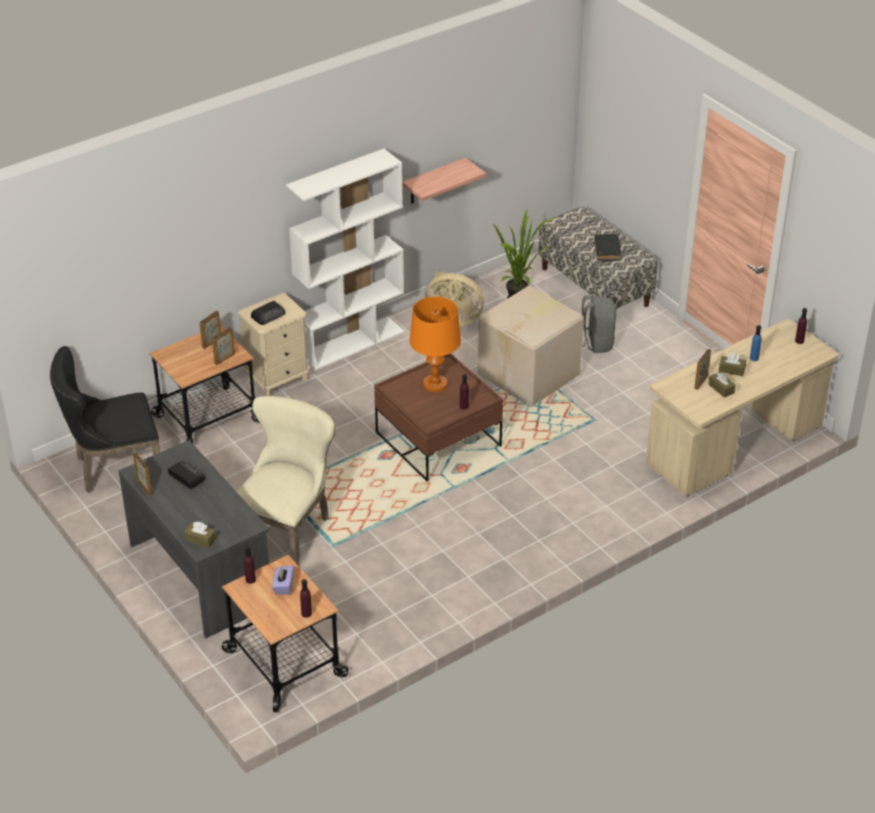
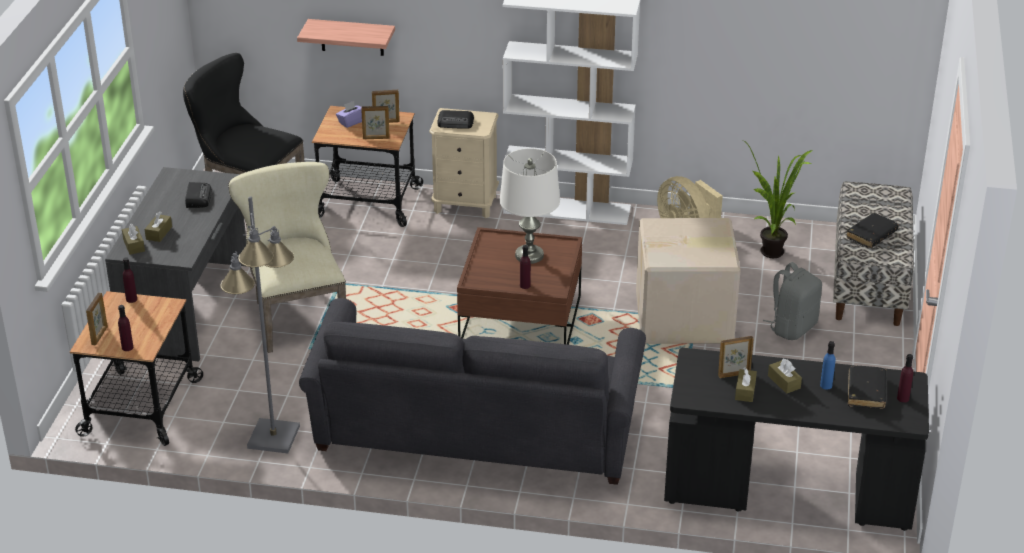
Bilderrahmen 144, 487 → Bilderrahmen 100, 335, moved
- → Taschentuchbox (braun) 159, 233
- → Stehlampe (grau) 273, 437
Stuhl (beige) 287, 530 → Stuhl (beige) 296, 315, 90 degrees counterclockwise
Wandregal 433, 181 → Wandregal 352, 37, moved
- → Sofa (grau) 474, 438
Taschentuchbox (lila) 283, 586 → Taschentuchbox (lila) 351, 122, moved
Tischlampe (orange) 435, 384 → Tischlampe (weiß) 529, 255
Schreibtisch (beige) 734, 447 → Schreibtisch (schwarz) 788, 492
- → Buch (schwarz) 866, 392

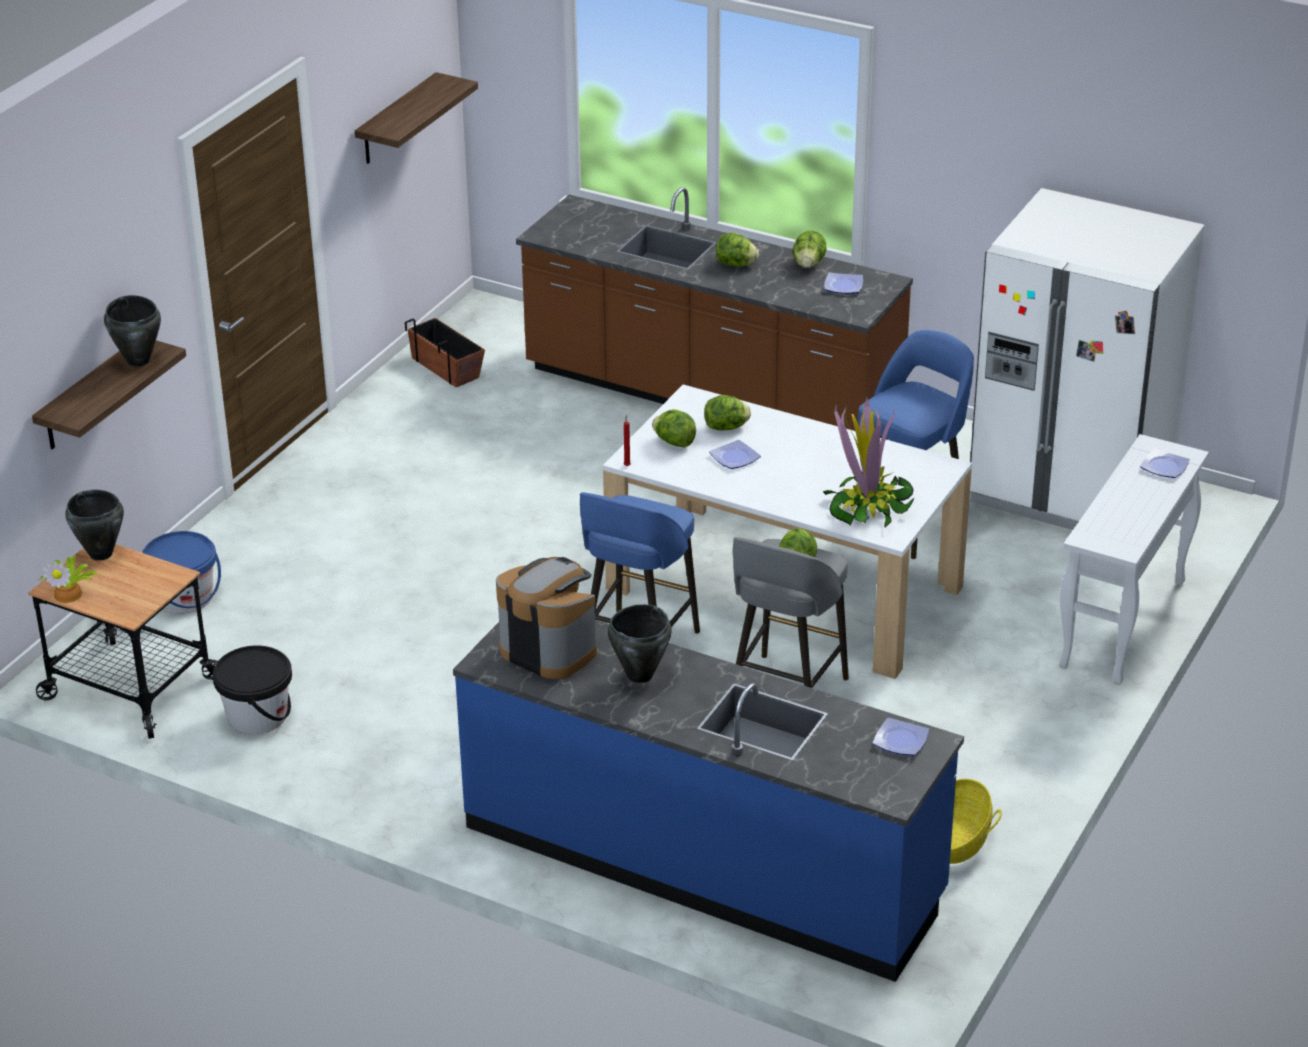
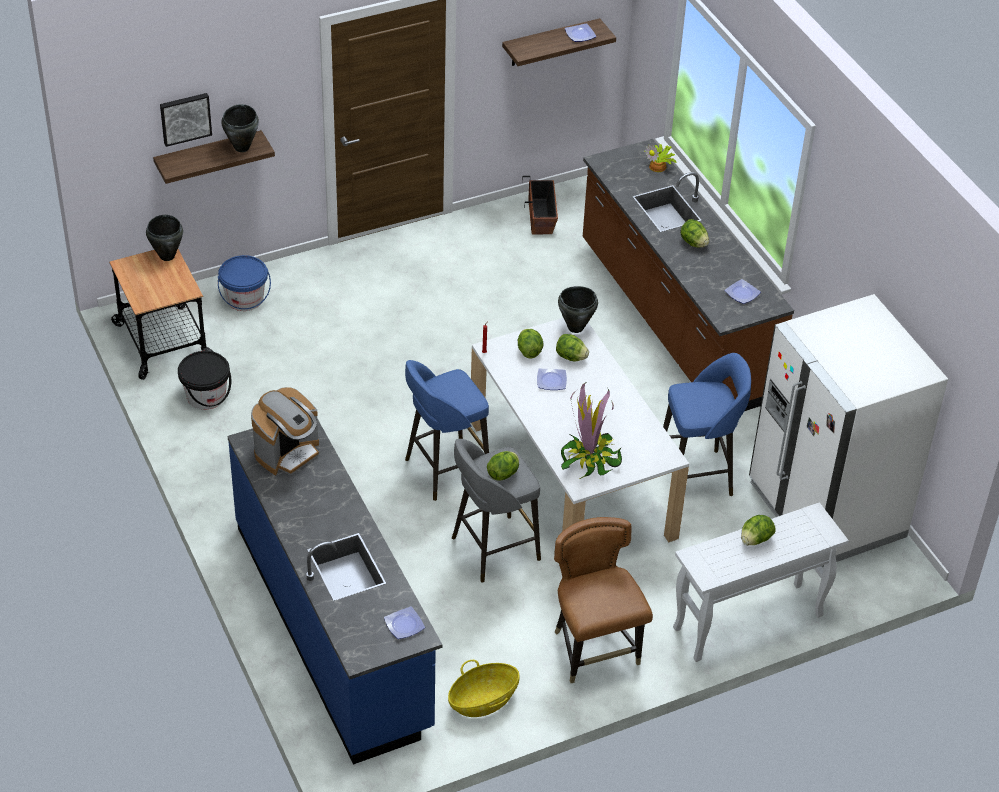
- → Bild 185, 118
Kaffeemaschine 548, 650 → Kaffeemaschine 288, 453, 60 degrees clockwise
- → Stuhl (braun) 594, 650
Kochtopf (schwarz) 639, 675 → Kochtopf (schwarz) 575, 327, moved
Teller 1164, 466 → Teller 580, 34, moved
Topfpflanze 70, 593 → Topfpflanze 659, 166, moved
Salatkopf 809, 264 → Salatkopf 755, 540, moved

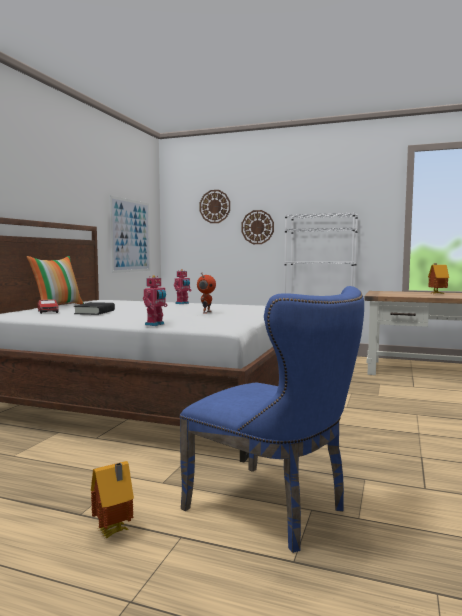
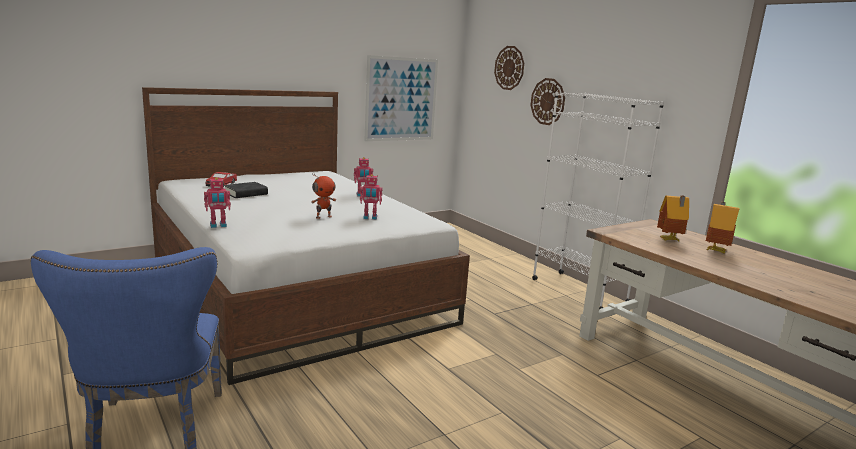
- → Spielzeugroboter 370, 218
Spielzeughaus 114, 532 → Spielzeughaus 669, 240, moved
Kissen 58, 306 → -

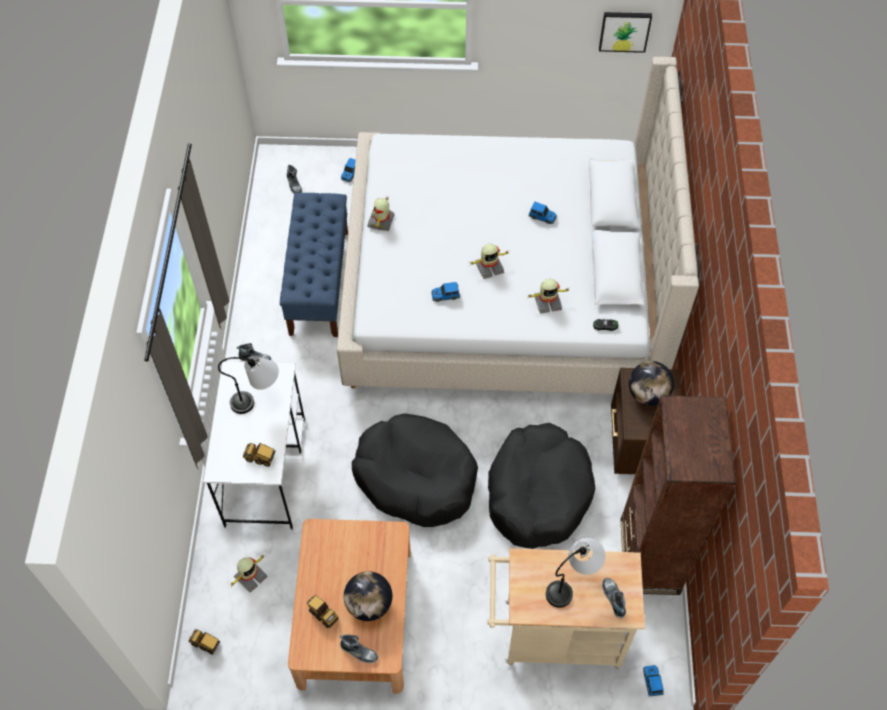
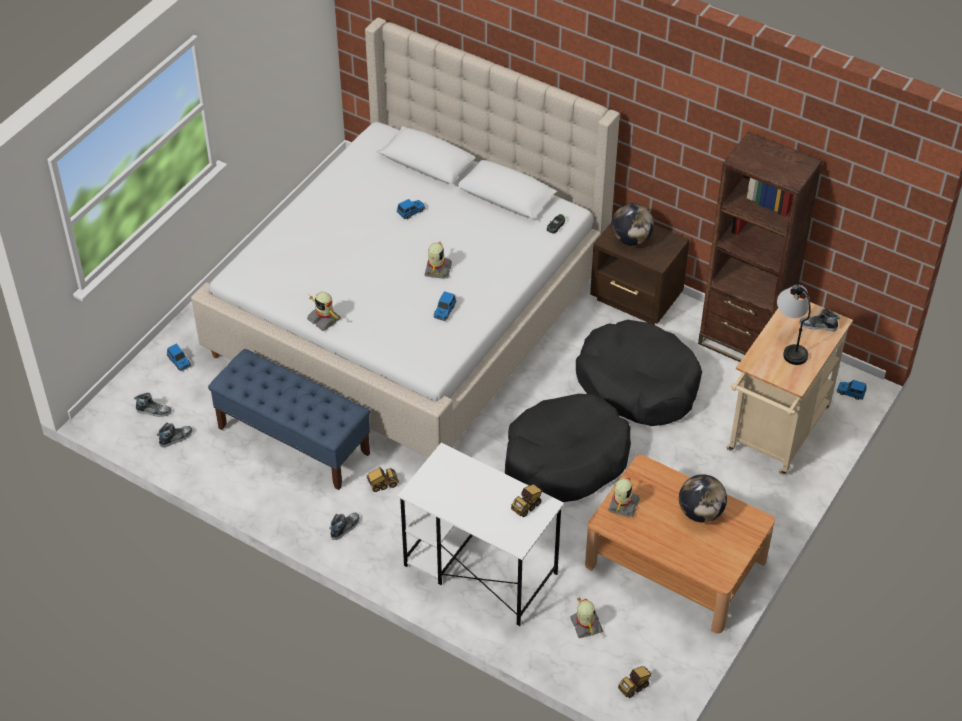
Schuh 359, 651 → Schuh 176, 438, moved
Spielzeuglaster 323, 614 → Spielzeuglaster 382, 485, moved
Spielzeugroboter 547, 302 → Spielzeugroboter 622, 505, moved
Tischlampe 258, 400 → -
Bild 624, 30 → -

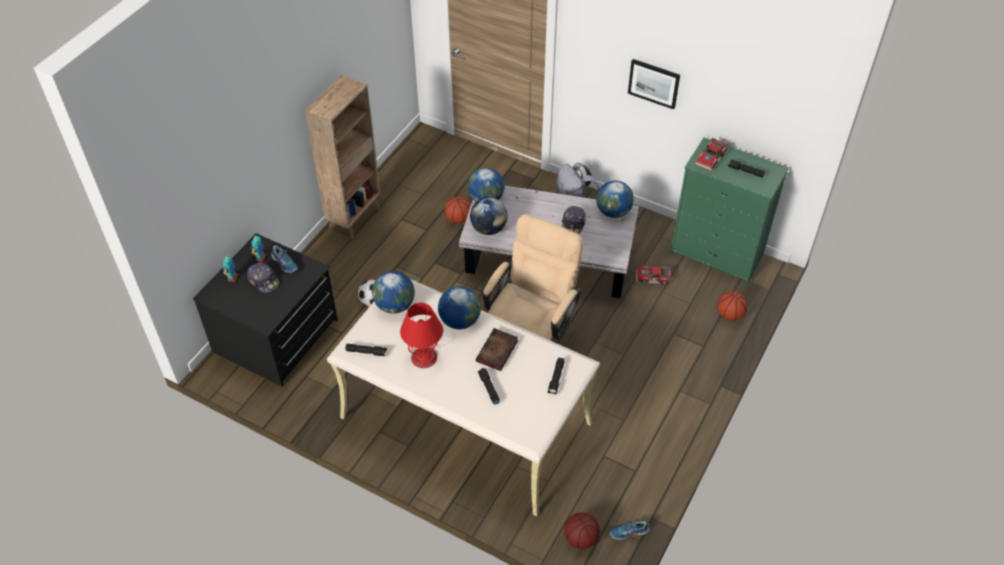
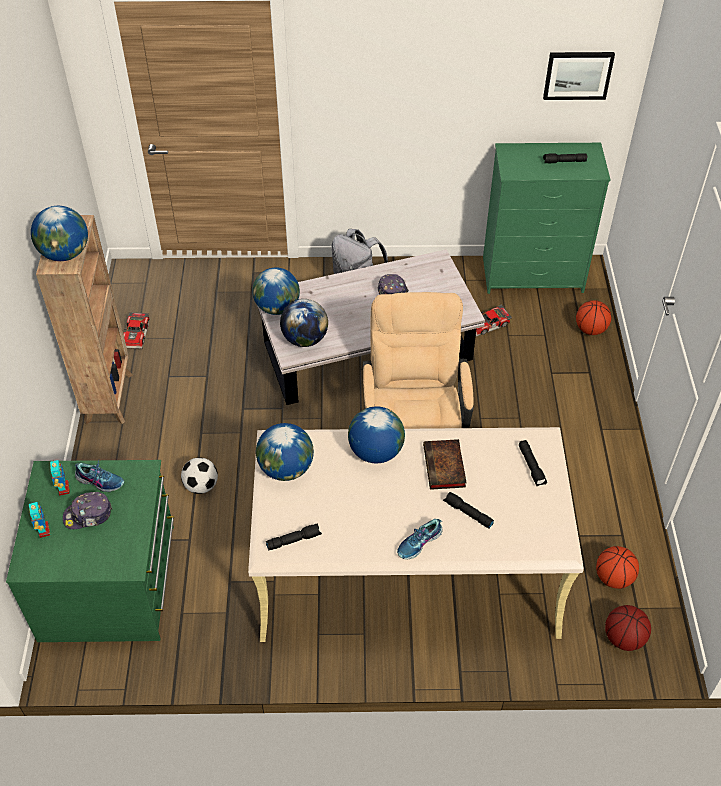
Kommode (schwarz) 277, 336 → Kommode (grün) 110, 582
Globus 613, 212 → Globus 65, 254, moved
Kappe 263, 281 → Kappe 88, 515, 150 degrees clockwise
Spielzeugauto 712, 158 → Spielzeugauto 137, 334, moved
Schuh 629, 532 → Schuh 419, 543, moved
Bild 654, 83 → Bild 578, 75, moved
Basketball 458, 219 → Basketball 613, 578, moved
Tischlampe (rot) 424, 357 → -

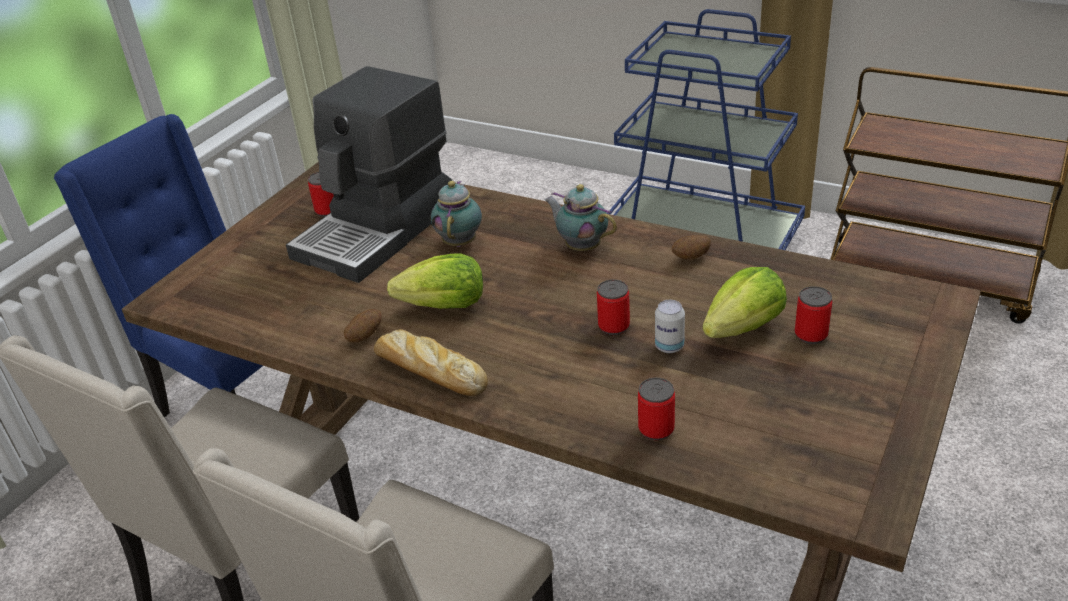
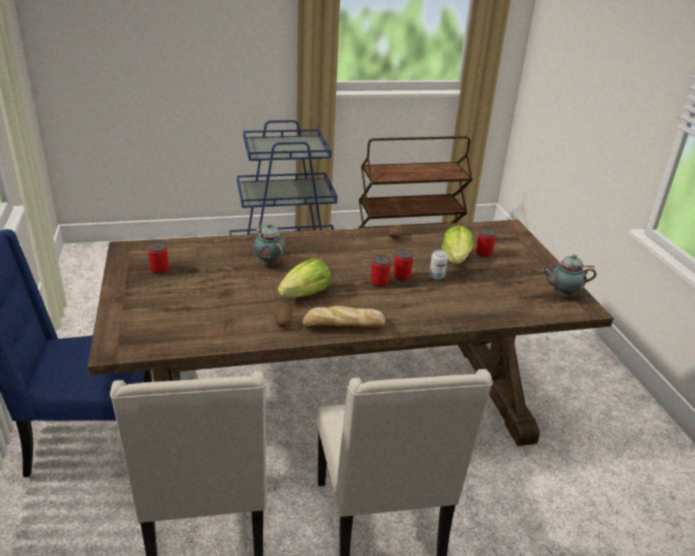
Dose 656, 429 → Dose 379, 283, moved
Teekanne 581, 247 → Teekanne 562, 295, moved
Kaffeemaschine 378, 231 → -

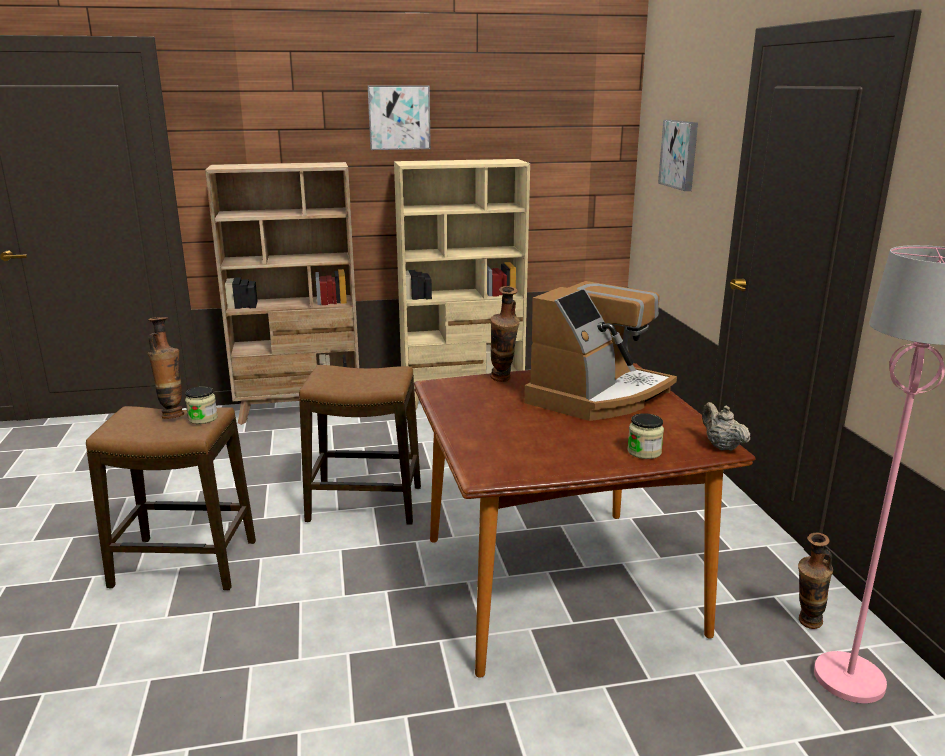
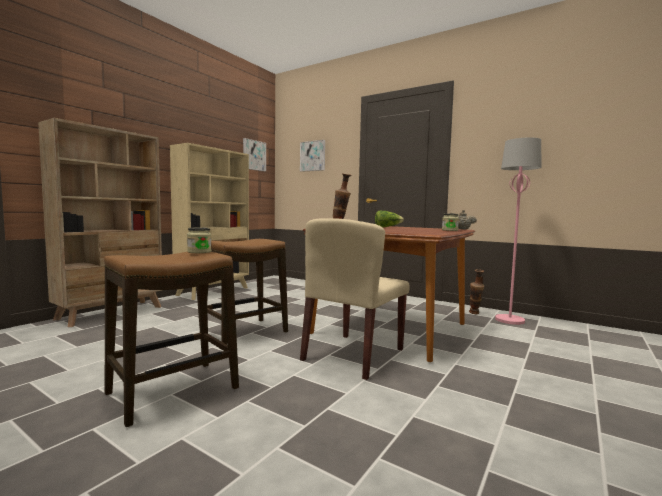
Bild 399, 117 → Bild 253, 155, moved
- → Stuhl (beige) 353, 355
Kaffeemaschine 598, 396 → Salatkopf 387, 227
Vase 172, 414 → -

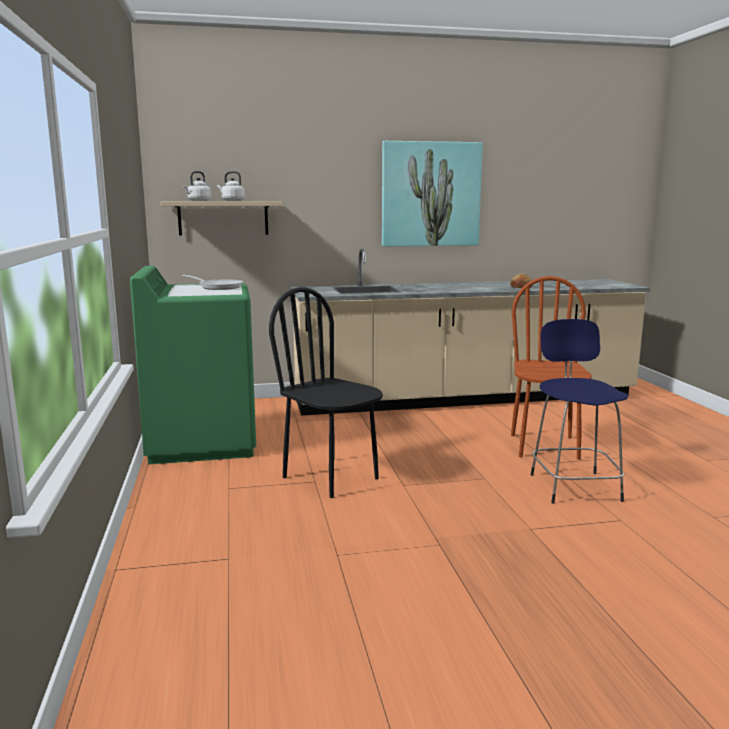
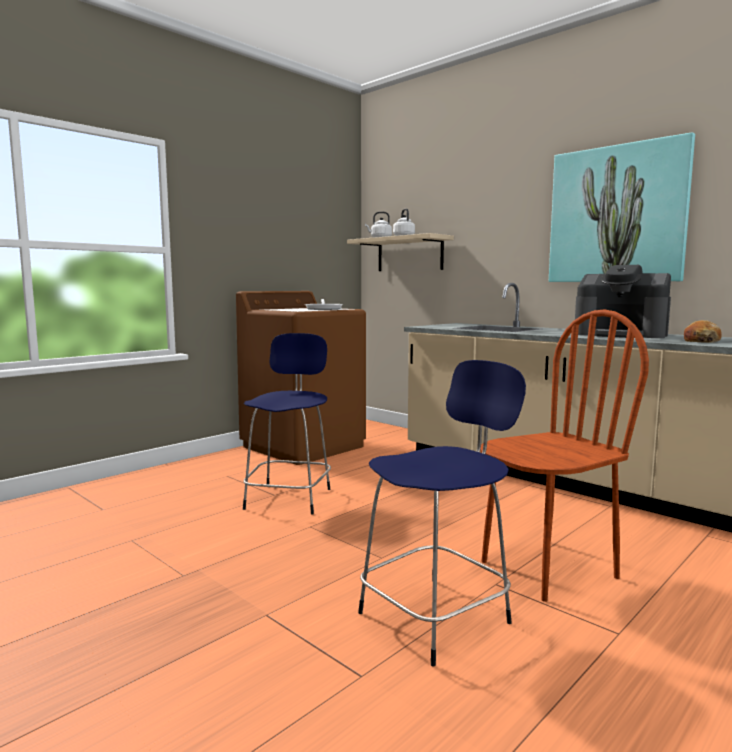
Waschmaschine (grün) 202, 442 → Waschmaschine (braun) 304, 446
Stuhl (schwarz) 331, 477 → Hocker (blau) 290, 497
- → Kaffeemaschine 621, 334

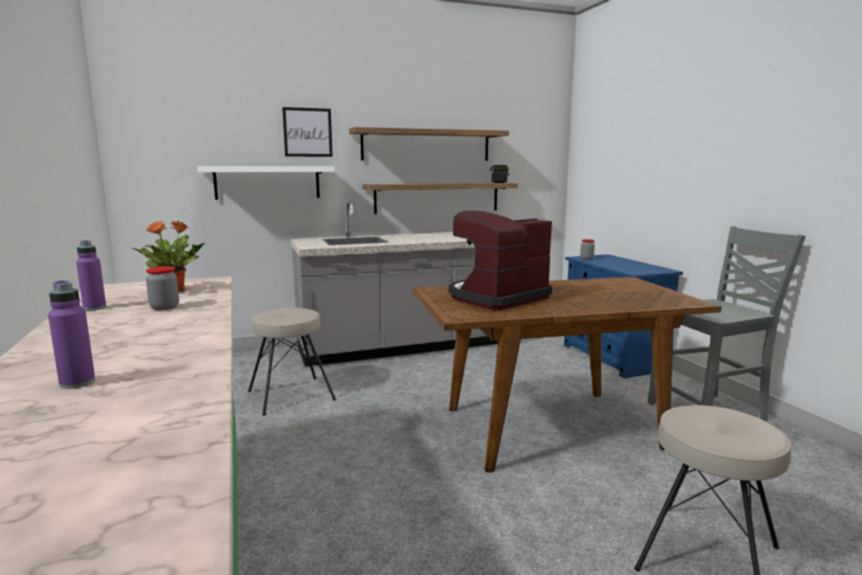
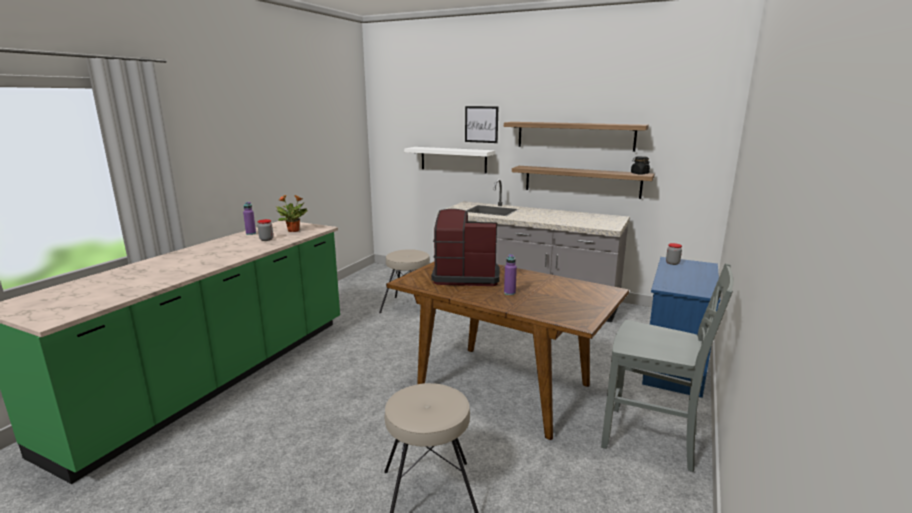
Flasche (lila) 77, 383 → Flasche (lila) 509, 293, moved

